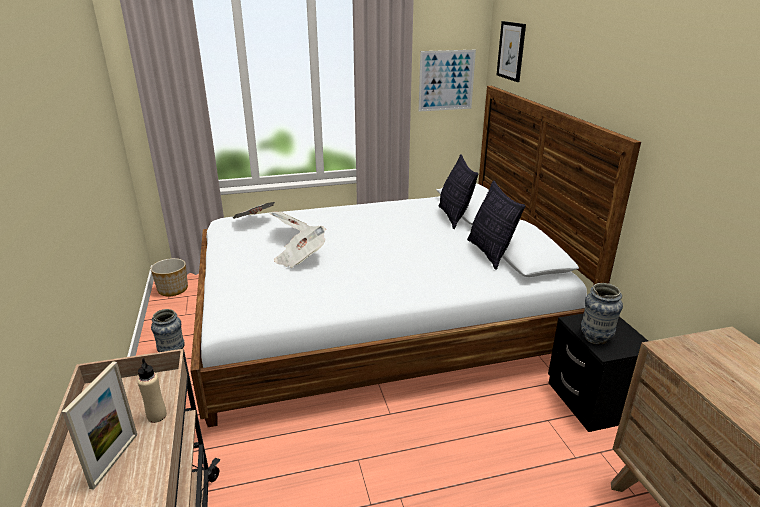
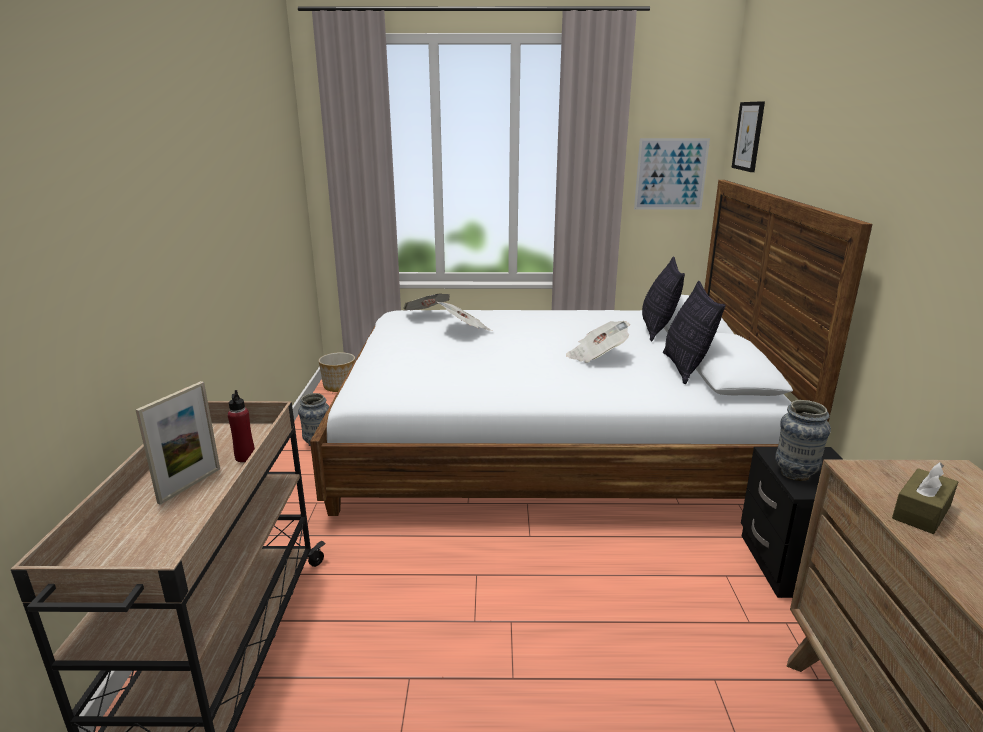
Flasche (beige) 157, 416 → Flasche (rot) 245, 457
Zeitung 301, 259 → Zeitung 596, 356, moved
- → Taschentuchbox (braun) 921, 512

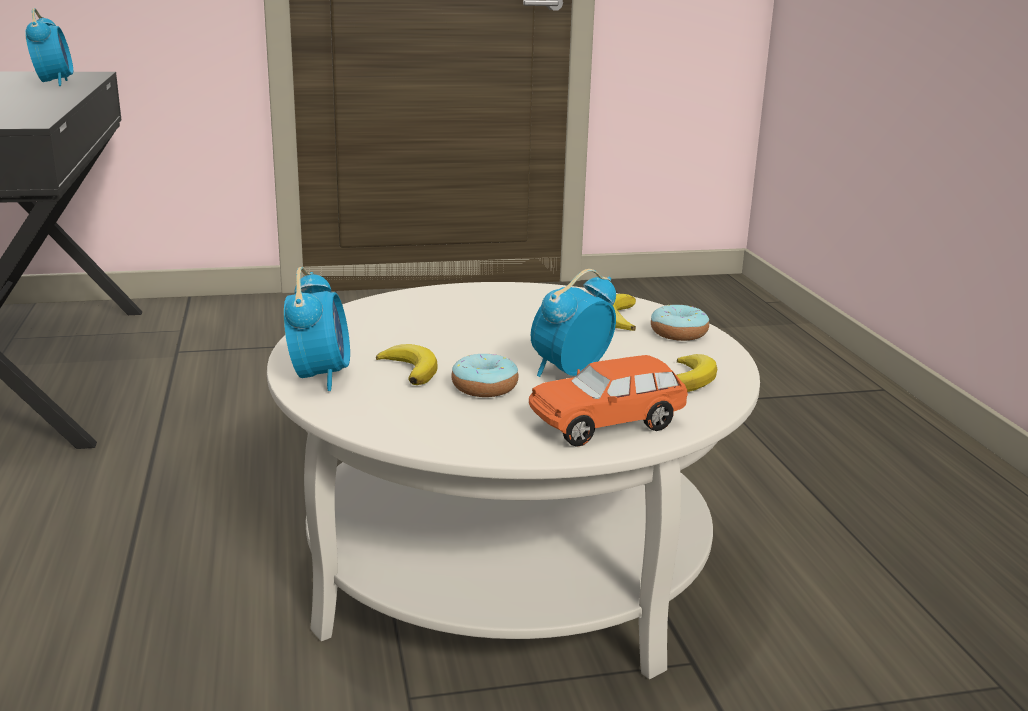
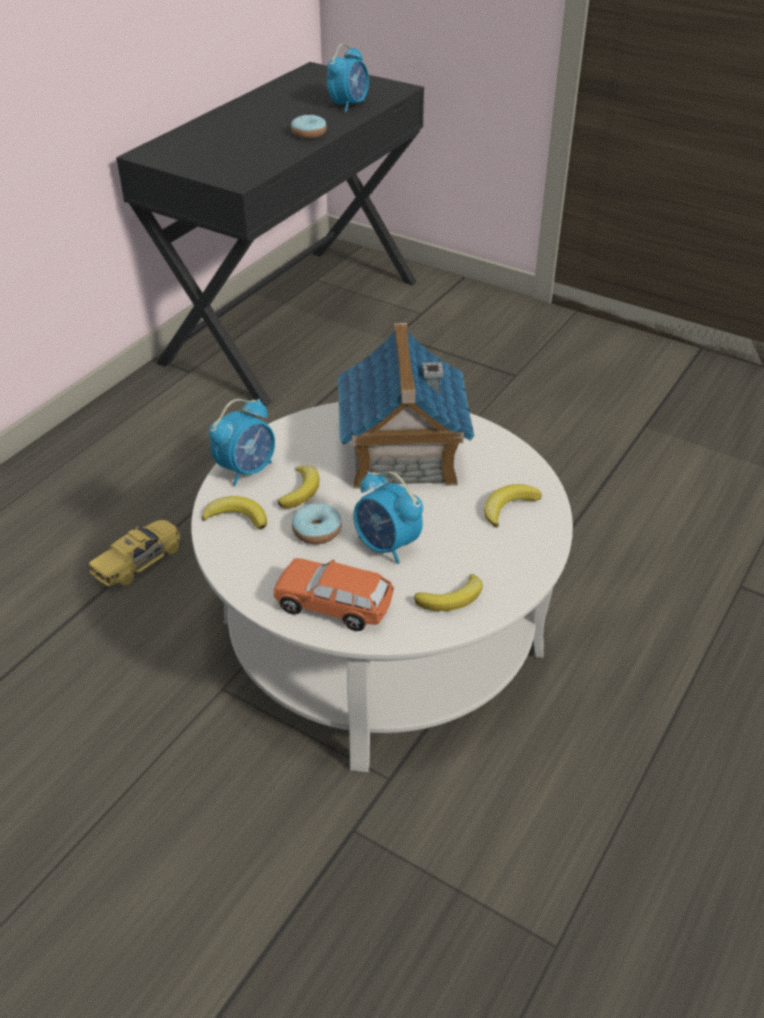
- → Spielzeugauto (gelb) 138, 562
- → Banane 237, 516
Donut 678, 333 → Donut 309, 134, moved
- → Spielzeughaus 402, 455
Wecker 569, 372 → Wecker 387, 545, 135 degrees counterclockwise

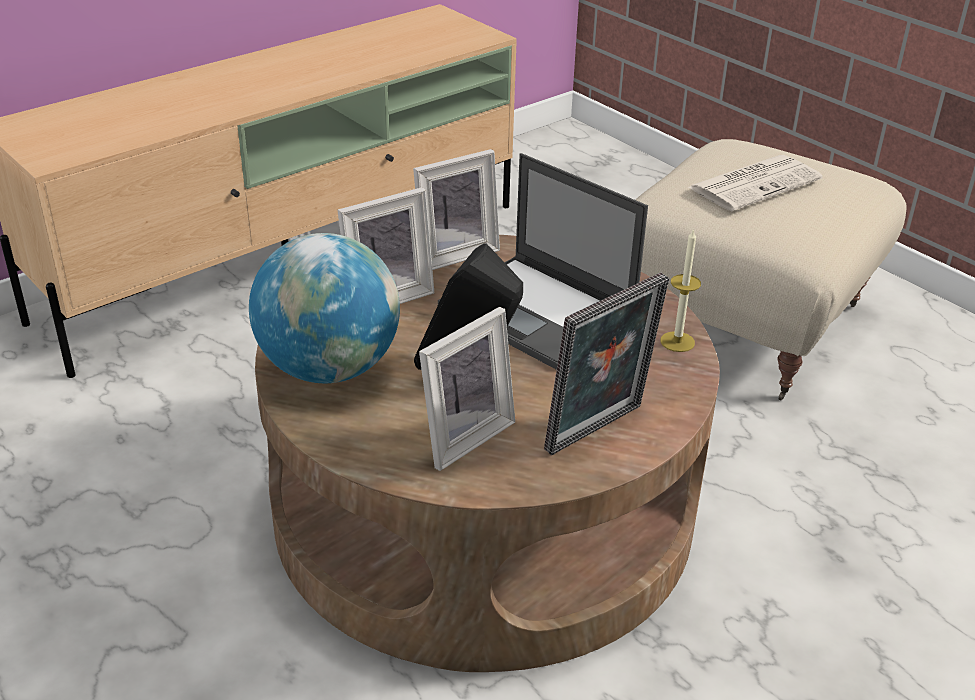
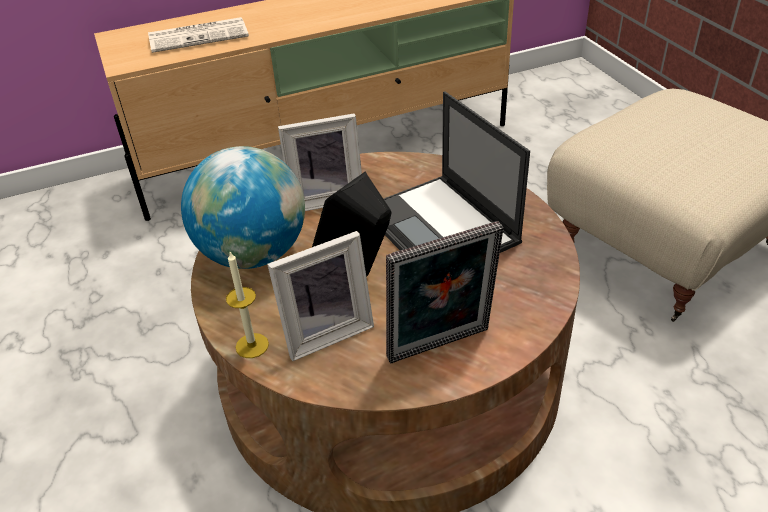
Zeitung 755, 183 → Zeitung 199, 36, moved
Kerze 677, 342 → Kerze 252, 345, moved
Bilderrahmen 453, 253 → -

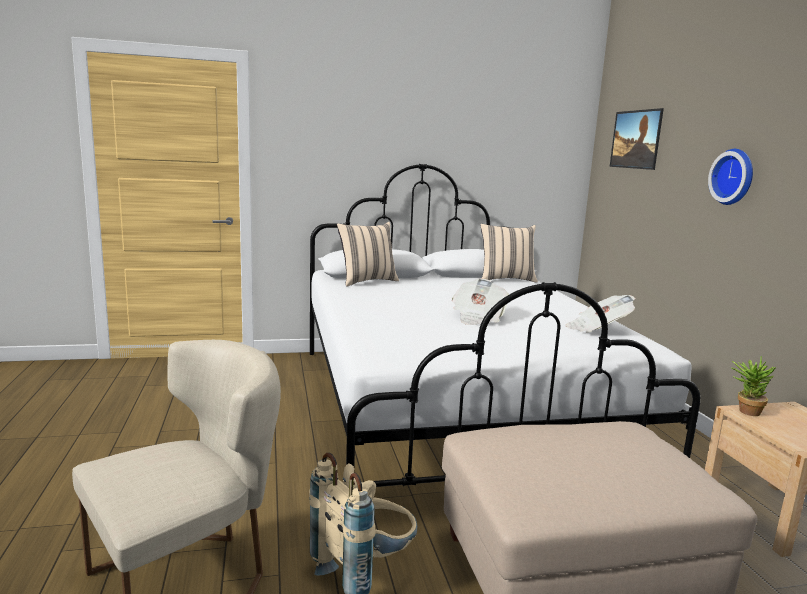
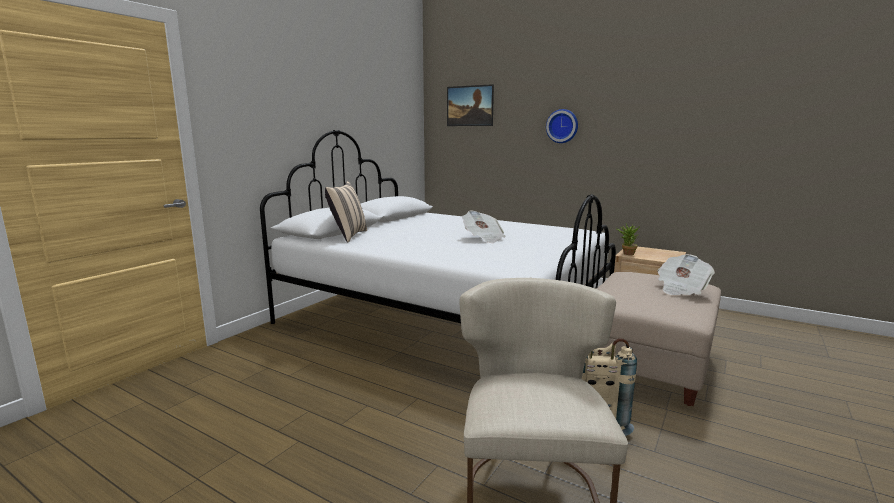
Zeitung 598, 329 → Zeitung 681, 289, moved
Kissen (beige) 506, 279 → -

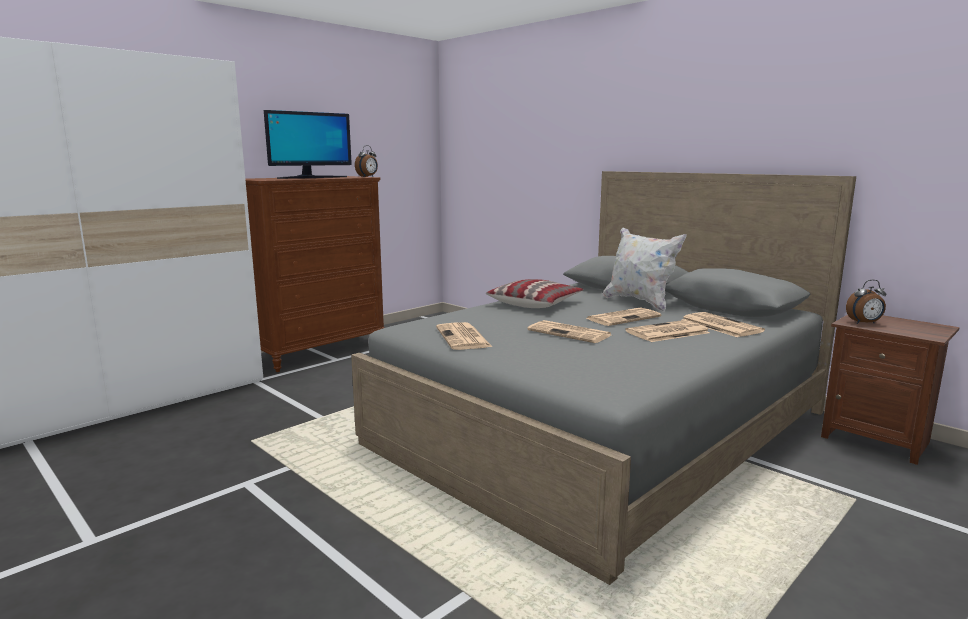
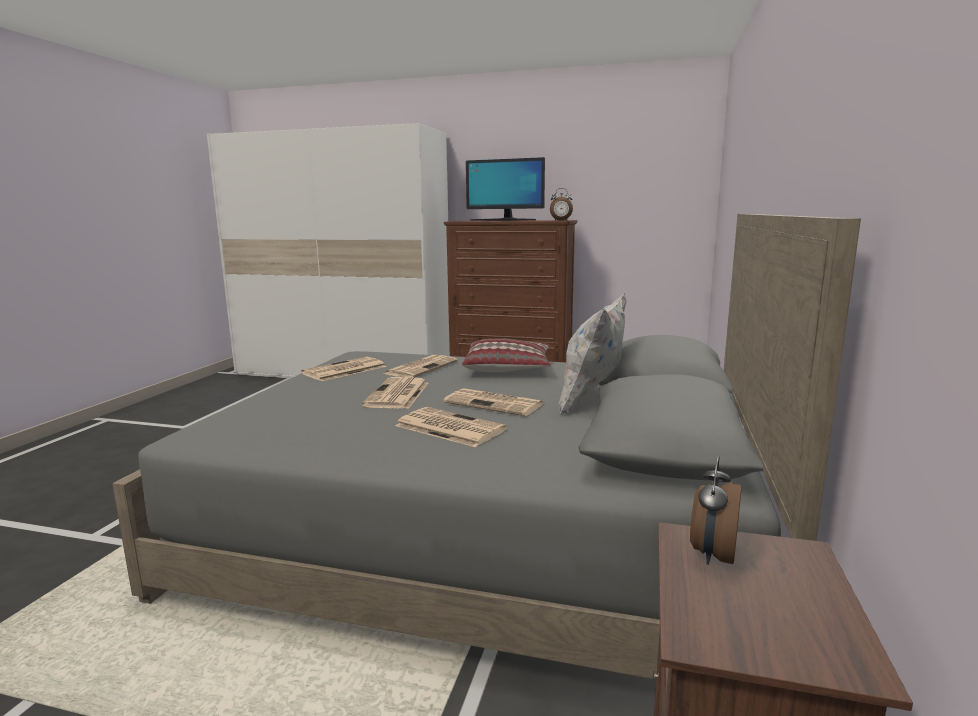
Zeitung 719, 325 → Zeitung 421, 367, moved
Wecker 864, 323 → Wecker 712, 554, 60 degrees clockwise

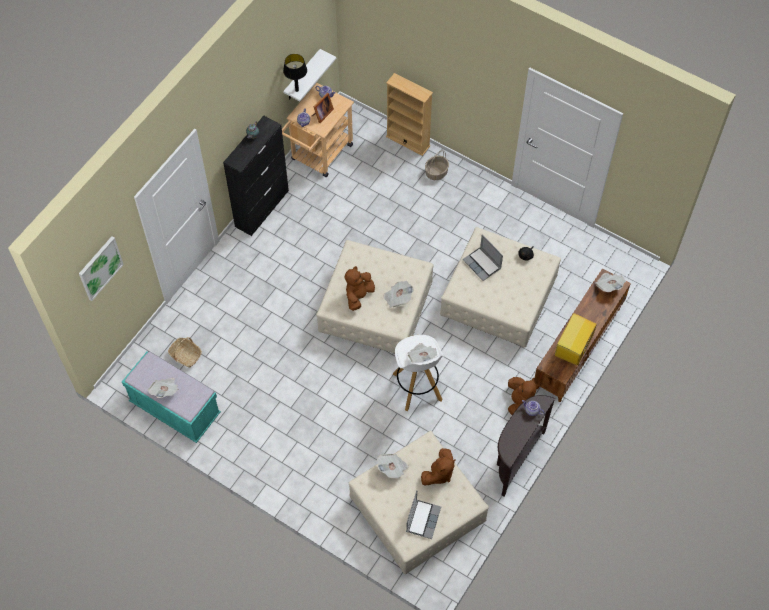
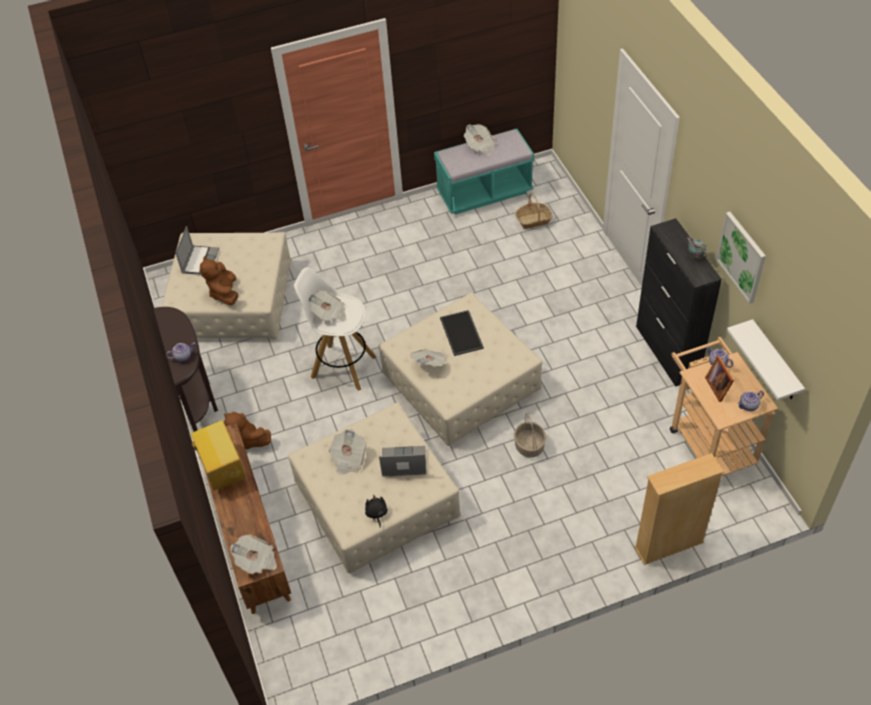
Laptop 423, 519 → Laptop 200, 261, 135 degrees counterclockwise
Zeitung 392, 468 → Zeitung 348, 459, moved
Plüschtier (braun) 358, 296 → Tablett 462, 333
Korb 436, 172 → Korb 529, 446, moved
Bild 100, 268 → Bild 741, 257, moved
Tischlampe (schwarz) 297, 90 → -

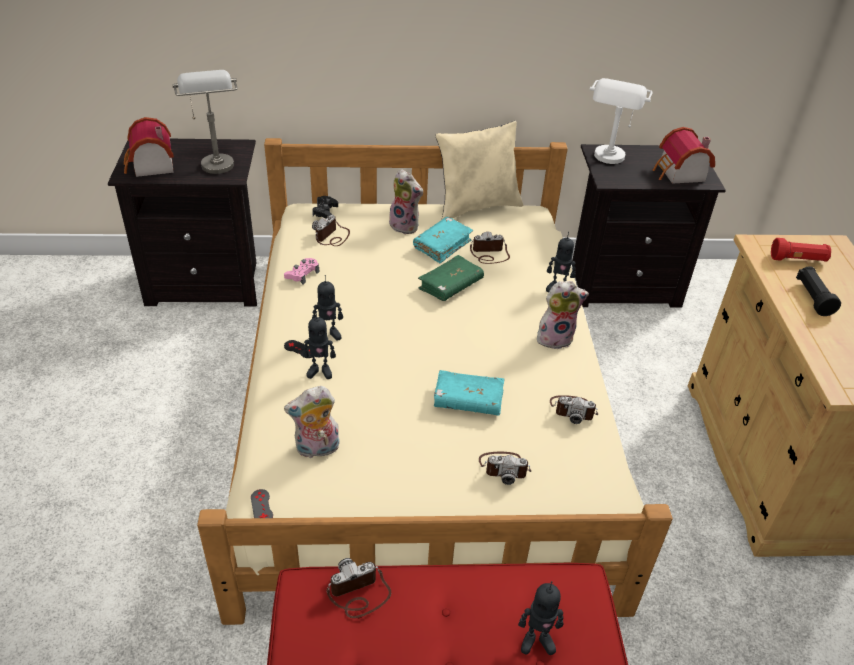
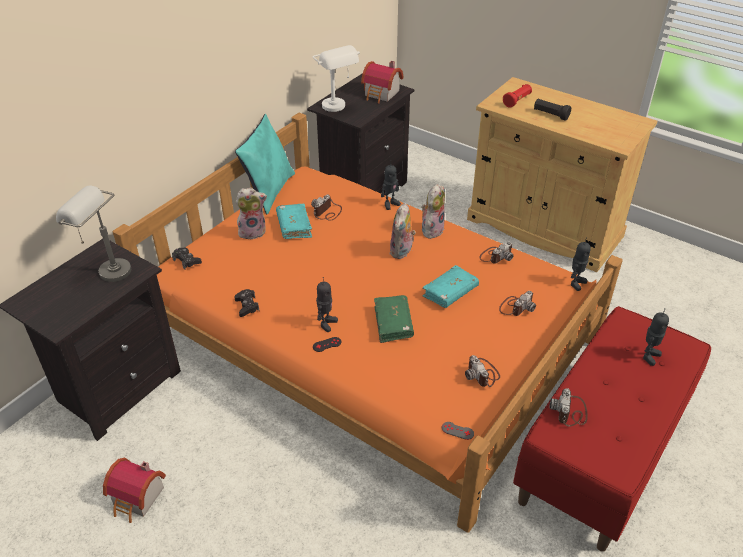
Spielzeughaus 150, 166 → Spielzeughaus 138, 499, moved
Bett (beige) 421, 404 → Bett (orange) 371, 336
Gamepad (rosa) 302, 274 → Gamepad (schwarz) 247, 306
Kissen (beige) 477, 206 → Kissen (türkis) 269, 191
Buch (grün) 450, 285 → Buch (grün) 393, 323, moved
Plüschtier 317, 449 → Plüschtier 402, 252, moved
Kamera 332, 237 → Kamera 482, 374, moved
Spielzeugroboter 320, 371 → Spielzeugroboter 576, 283, moved

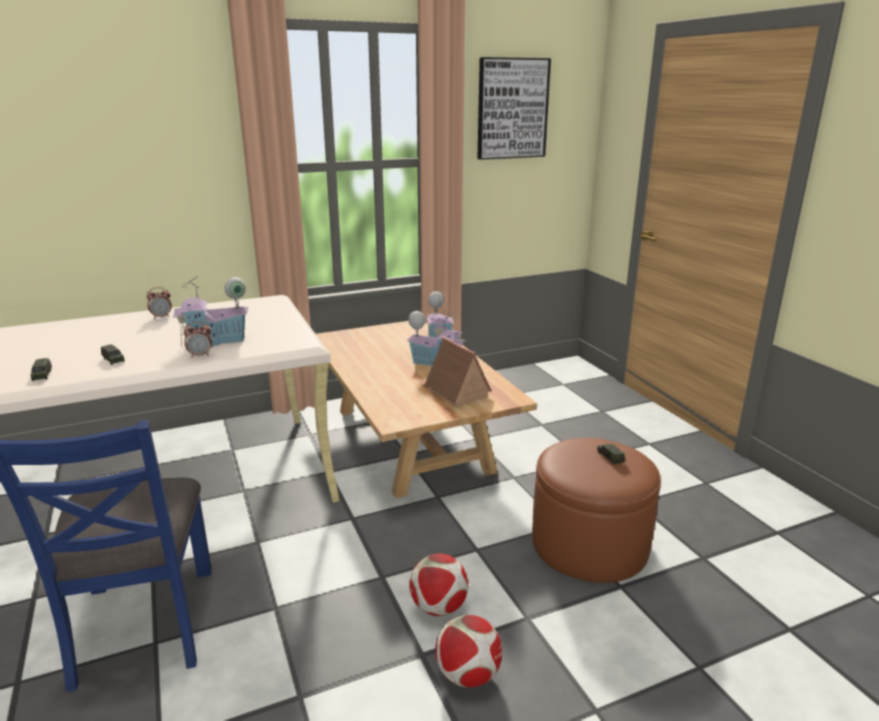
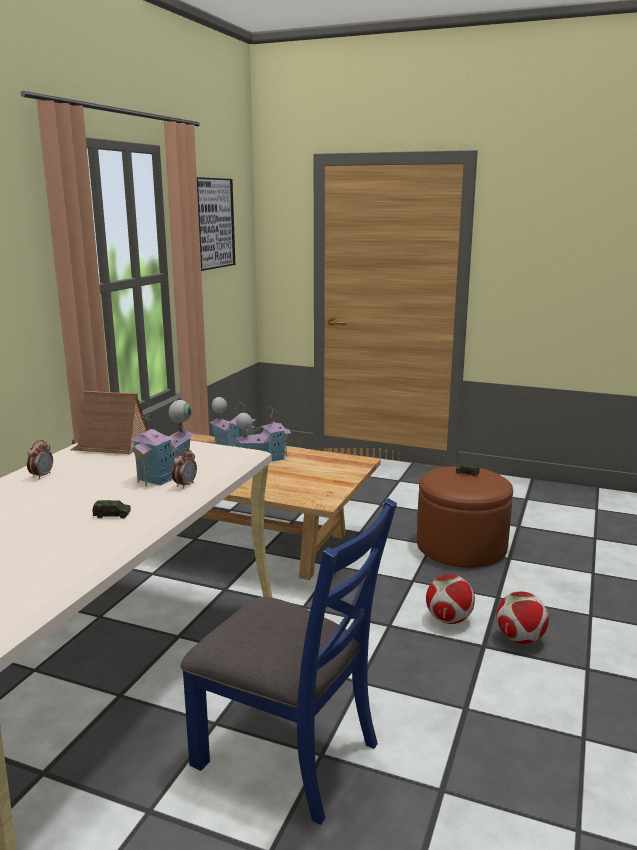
Spielzeughaus 455, 391 → Spielzeughaus 111, 445, moved
Spielzeugauto 42, 375 → -

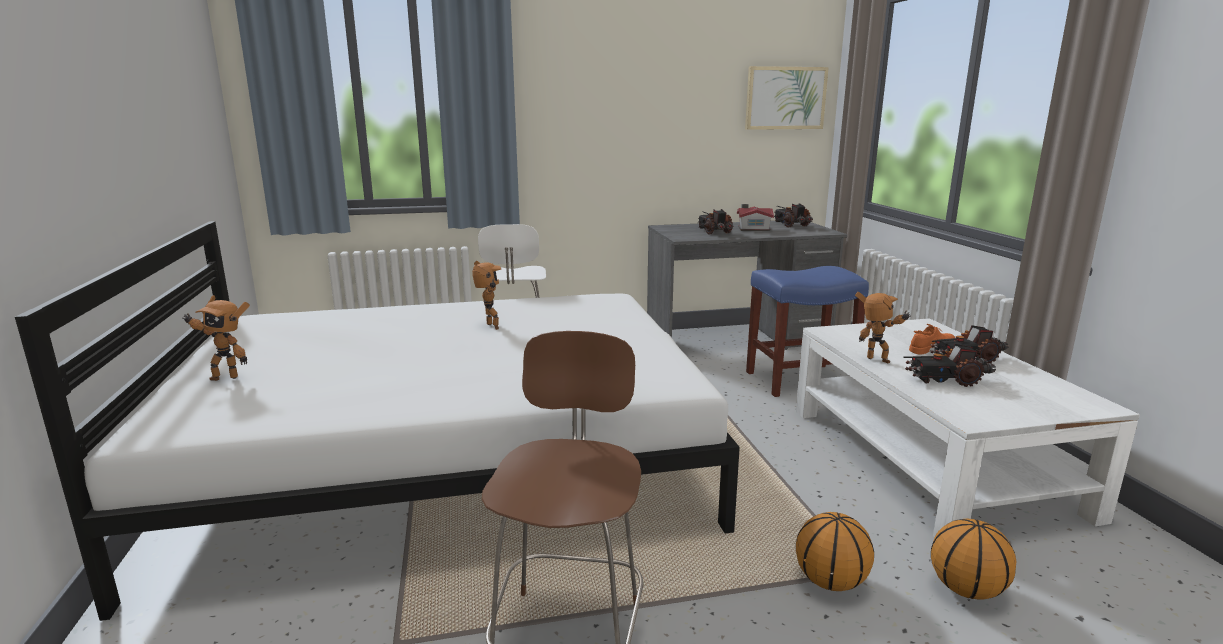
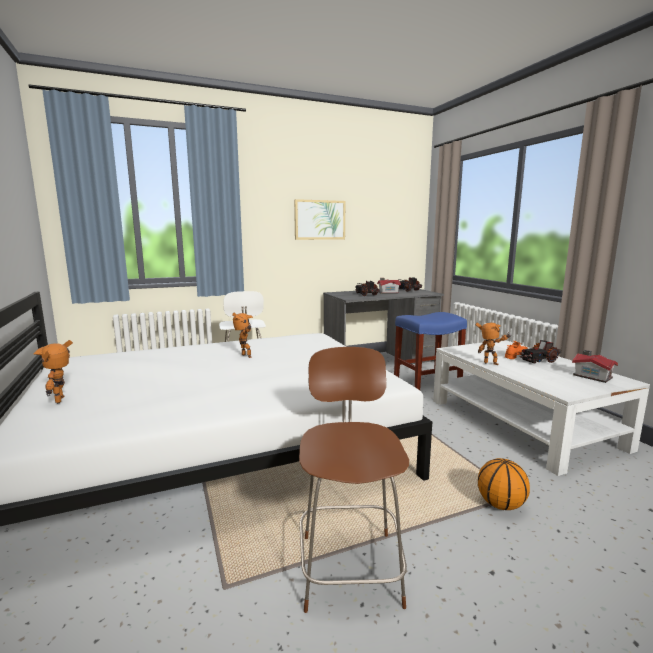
Spielzeugroboter 225, 377 → Spielzeugroboter 63, 399, 90 degrees clockwise
Bild 785, 98 → Bild 319, 220, moved
- → Spielzeughaus 592, 376
Spielzeuglaster 945, 380 → -
Basketball 967, 590 → -

